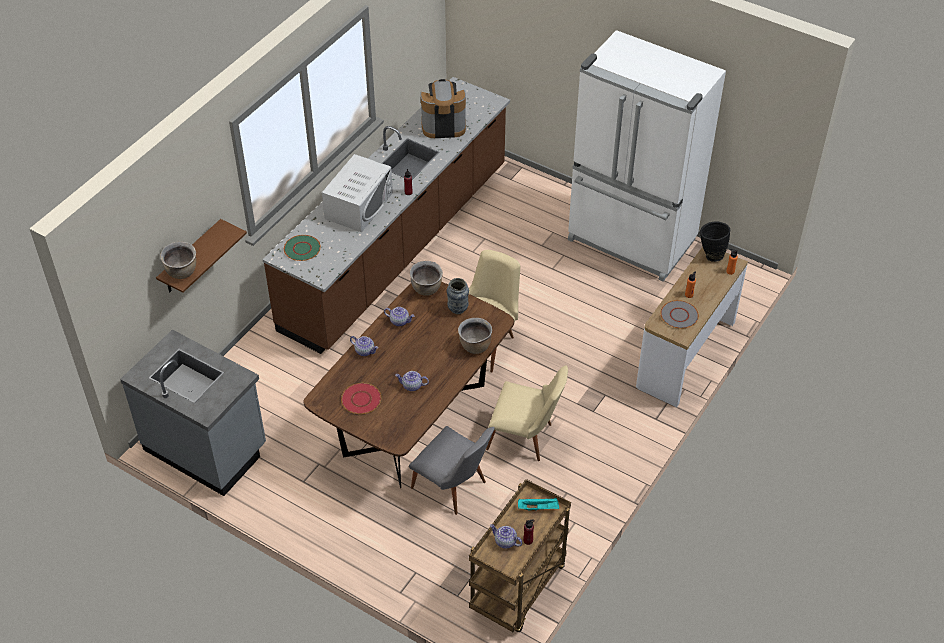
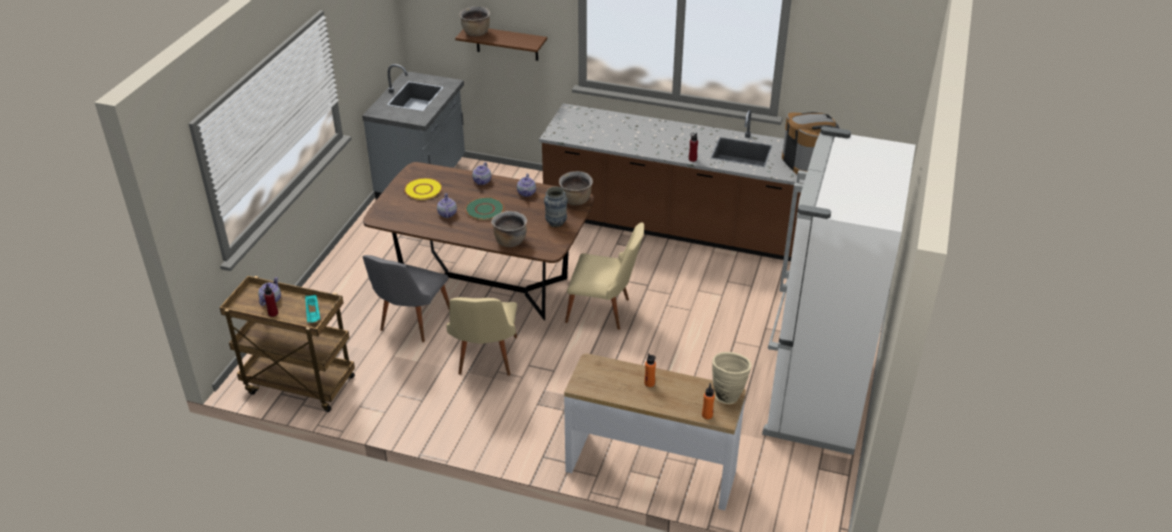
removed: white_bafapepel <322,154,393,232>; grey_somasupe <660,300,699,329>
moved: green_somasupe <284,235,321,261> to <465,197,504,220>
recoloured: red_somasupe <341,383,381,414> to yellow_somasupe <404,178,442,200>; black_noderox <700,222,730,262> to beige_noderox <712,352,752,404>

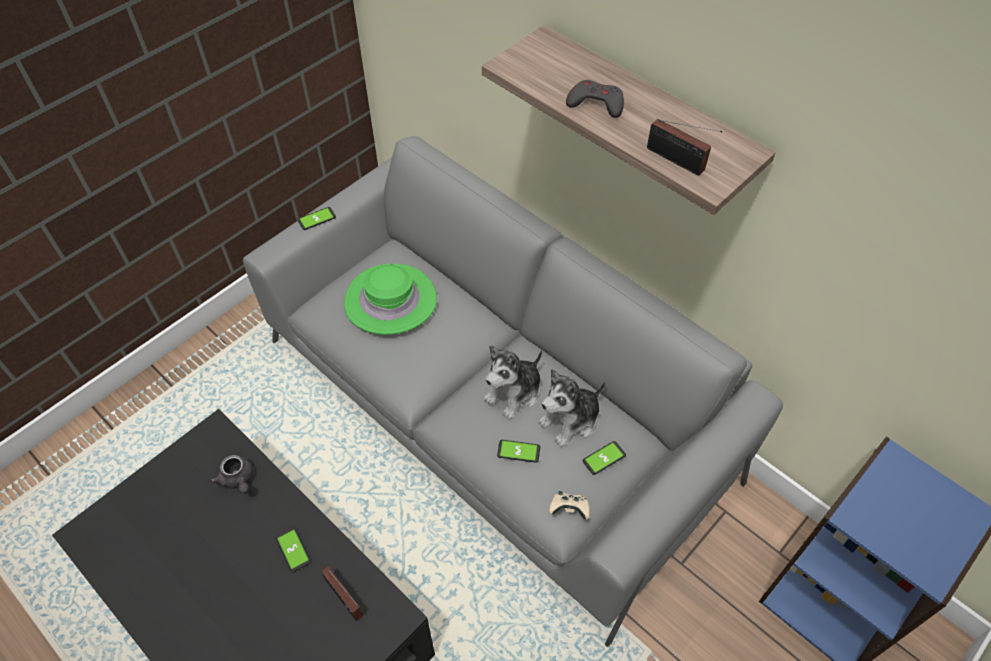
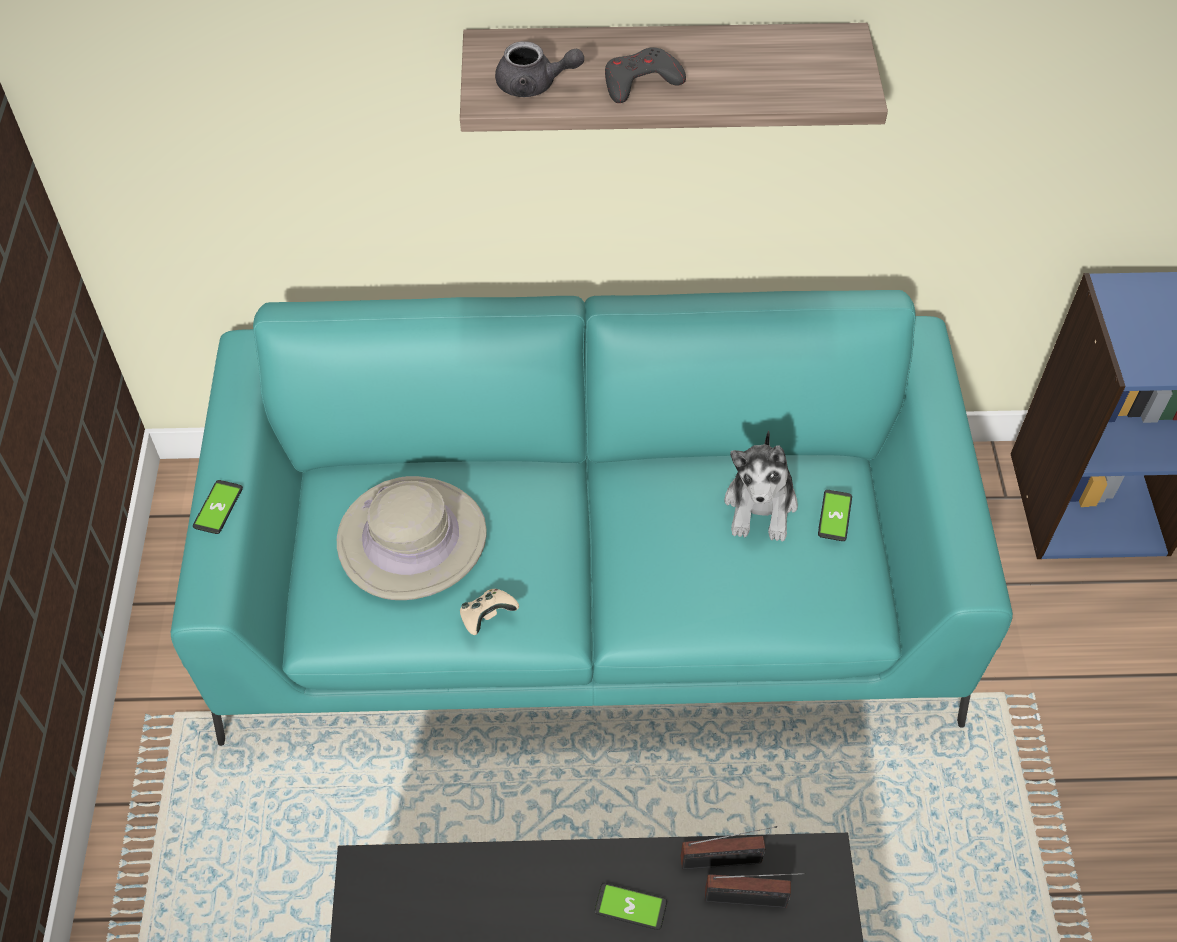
removed: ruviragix <483,345,542,420>; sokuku <497,440,540,463>
moved: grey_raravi <210,455,253,494> to <495,41,584,97>; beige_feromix <549,491,590,520> to <460,589,519,635>; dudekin <647,119,722,176> to <681,826,777,870>
recoloured: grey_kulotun <243,136,783,647> to turquoise_kulotun <171,290,1013,746>; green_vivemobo <344,263,437,335> to beige_vivemobo <337,476,487,600>

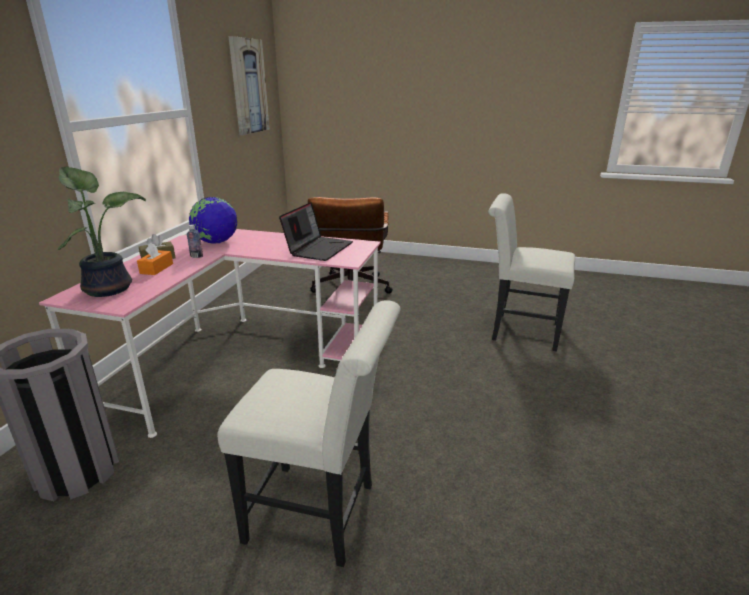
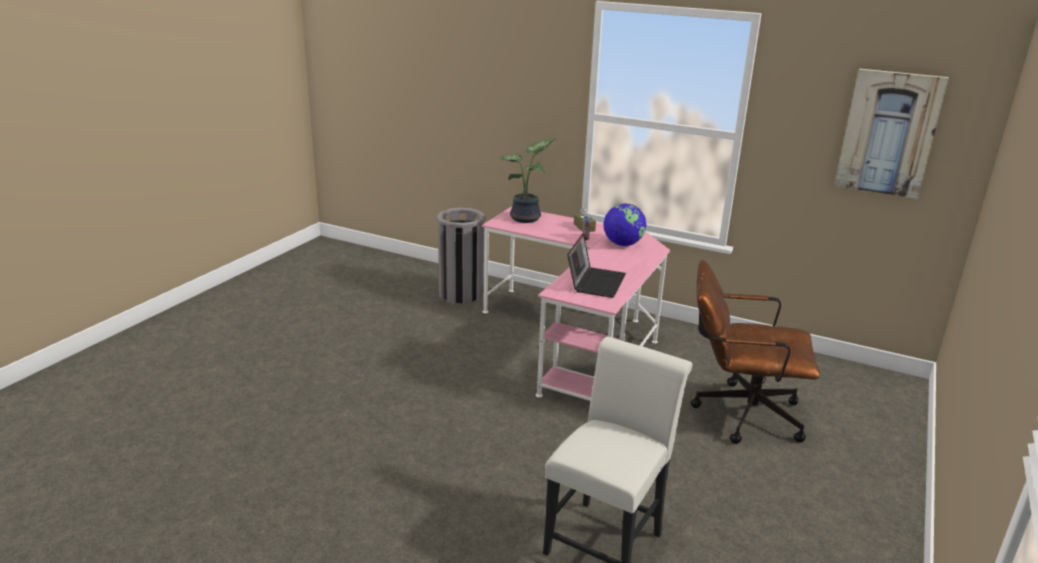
removed: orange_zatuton <137,243,173,275>; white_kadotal <217,300,401,567>
turned: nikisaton <279,202,353,261> = <567,233,626,298> 105 degrees counterclockwise

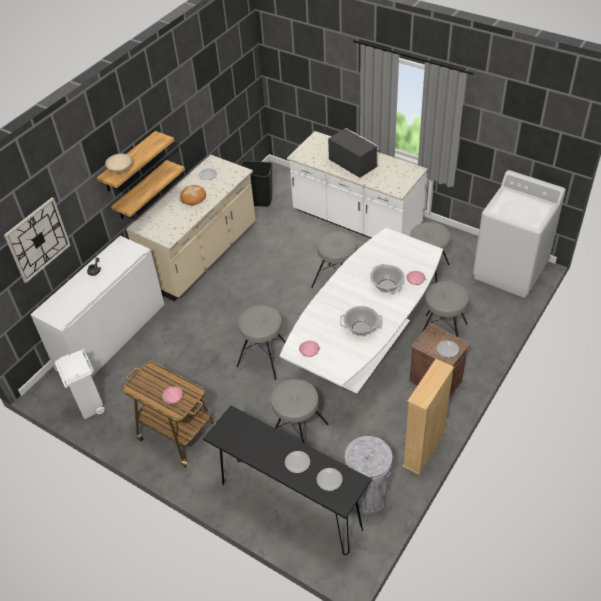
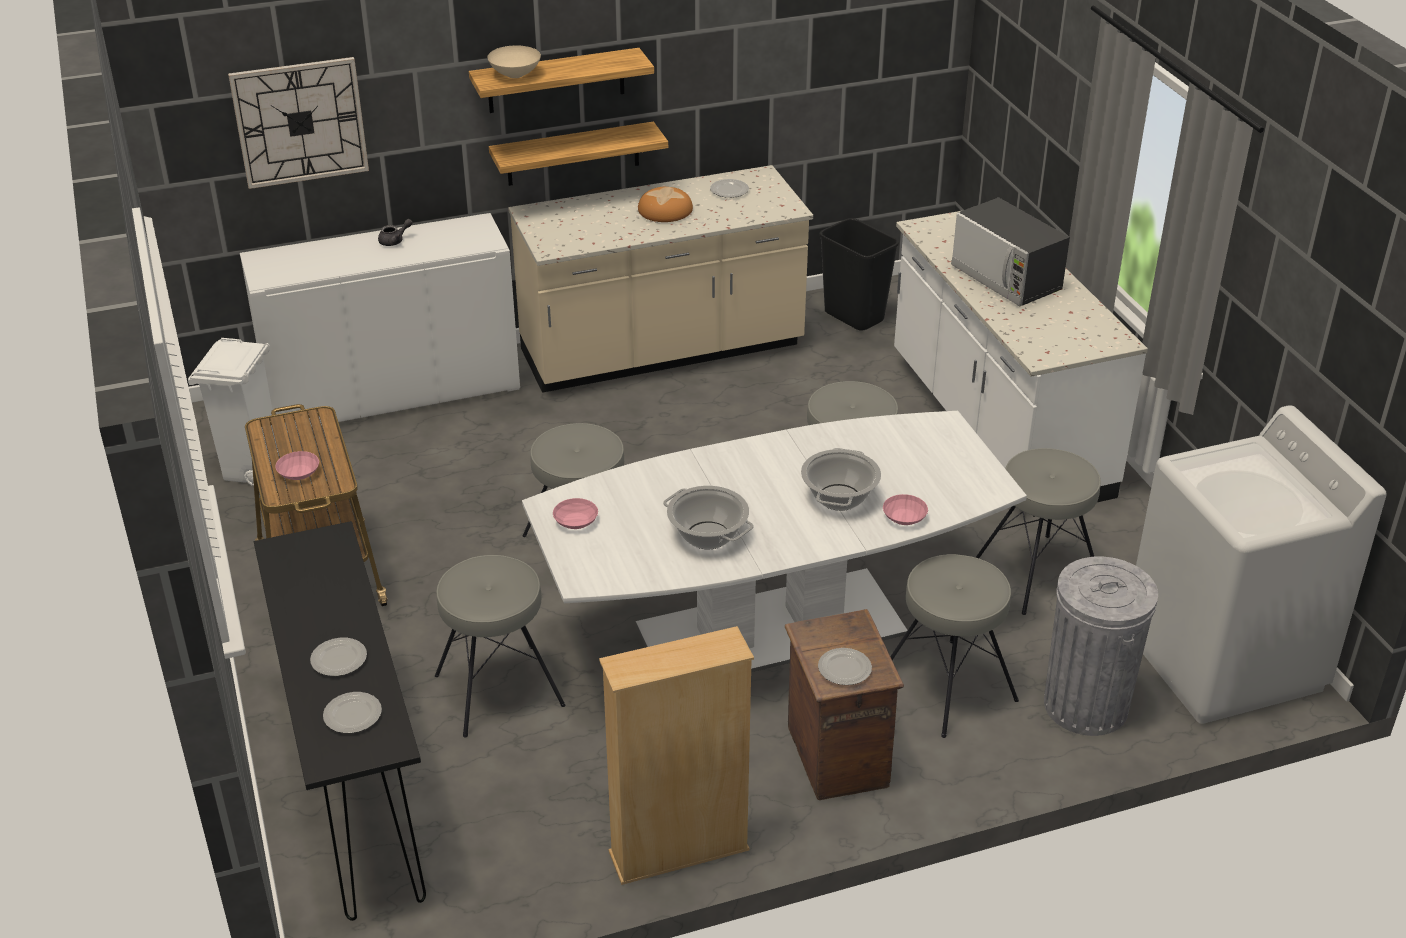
moved: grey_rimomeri <345,436,392,514> to <1044,556,1158,736>
turned: bafapepel <328,128,378,178> = <951,198,1070,306> 150 degrees clockwise

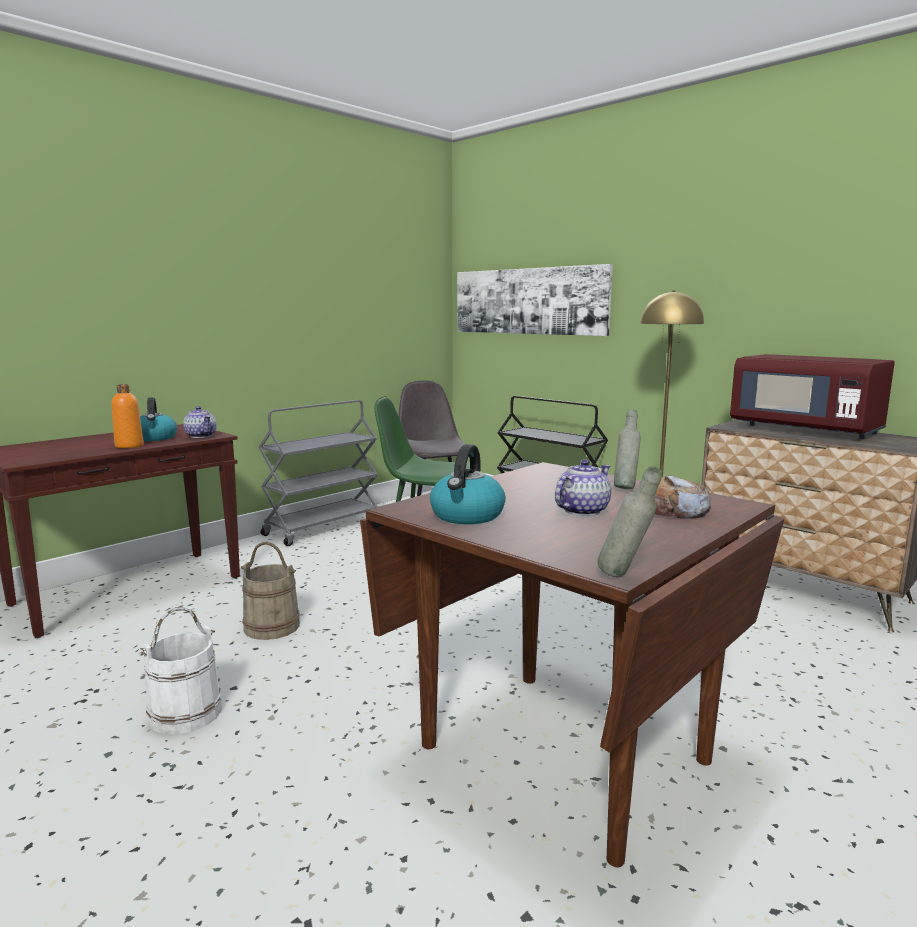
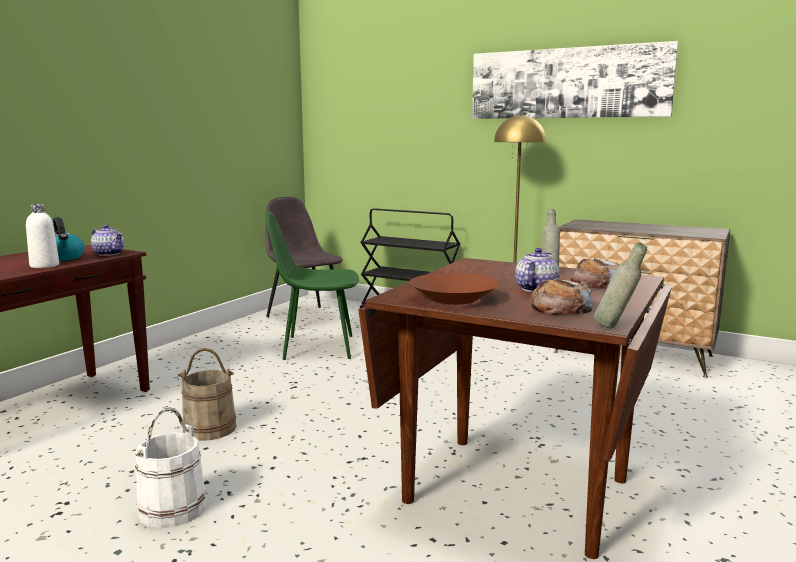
removed: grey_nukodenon <259,400,378,546>; red_bafapepel <730,354,895,439>
added: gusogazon <530,278,593,315>
moved: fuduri <457,264,613,336> to <472,41,679,119>
replaced: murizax <430,444,506,524> to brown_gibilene <409,273,499,305>
recoloured: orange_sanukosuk <111,384,144,448> to white_sanukosuk <26,204,59,268>

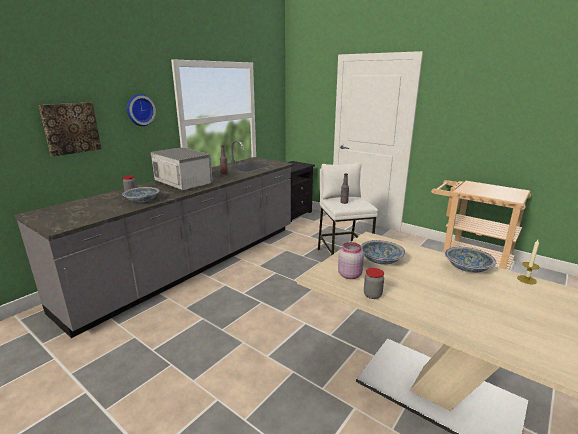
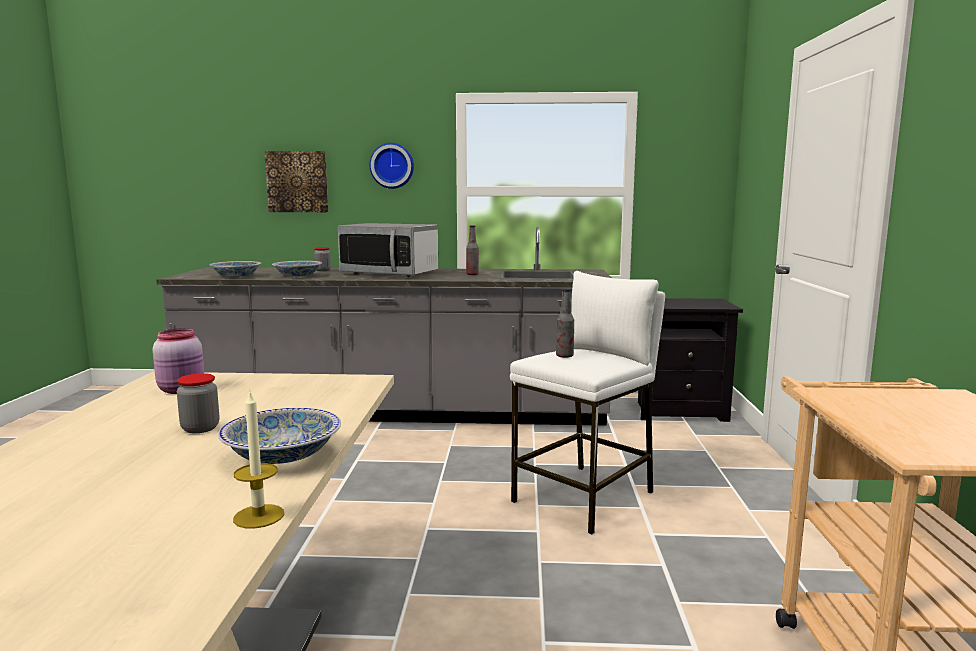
moved: gibilene <361,240,406,265> to <210,261,261,277>; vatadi <364,268,384,299> to <177,373,219,433>
turned: bafapepel <150,148,213,190> = <338,223,438,277> 105 degrees clockwise

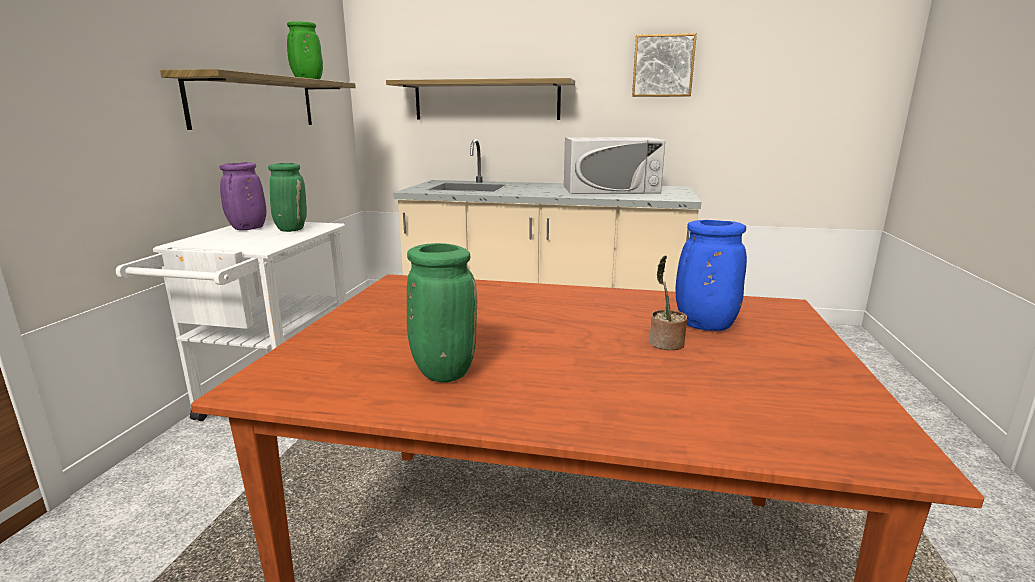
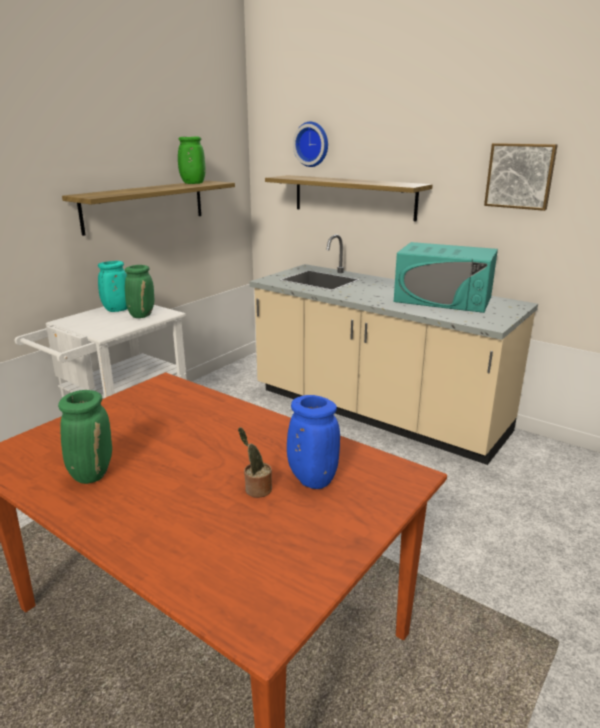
added: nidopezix <293,122,328,167>
recoloured: purple_noderox <219,162,267,230> to turquoise_noderox <98,261,127,312>; white_bafapepel <564,137,665,194> to turquoise_bafapepel <394,242,498,313>

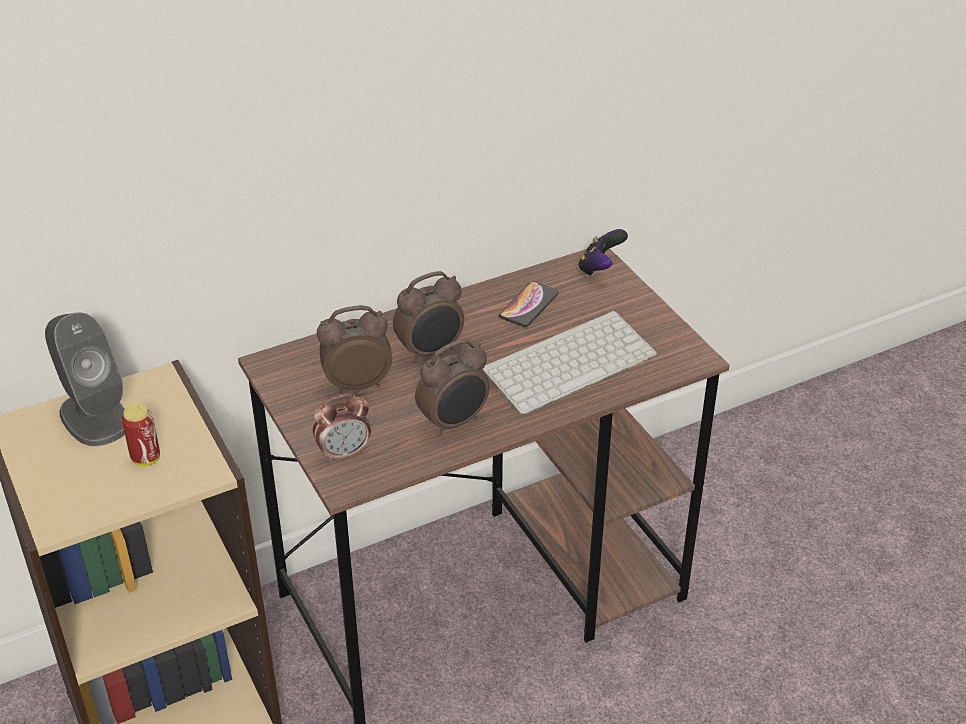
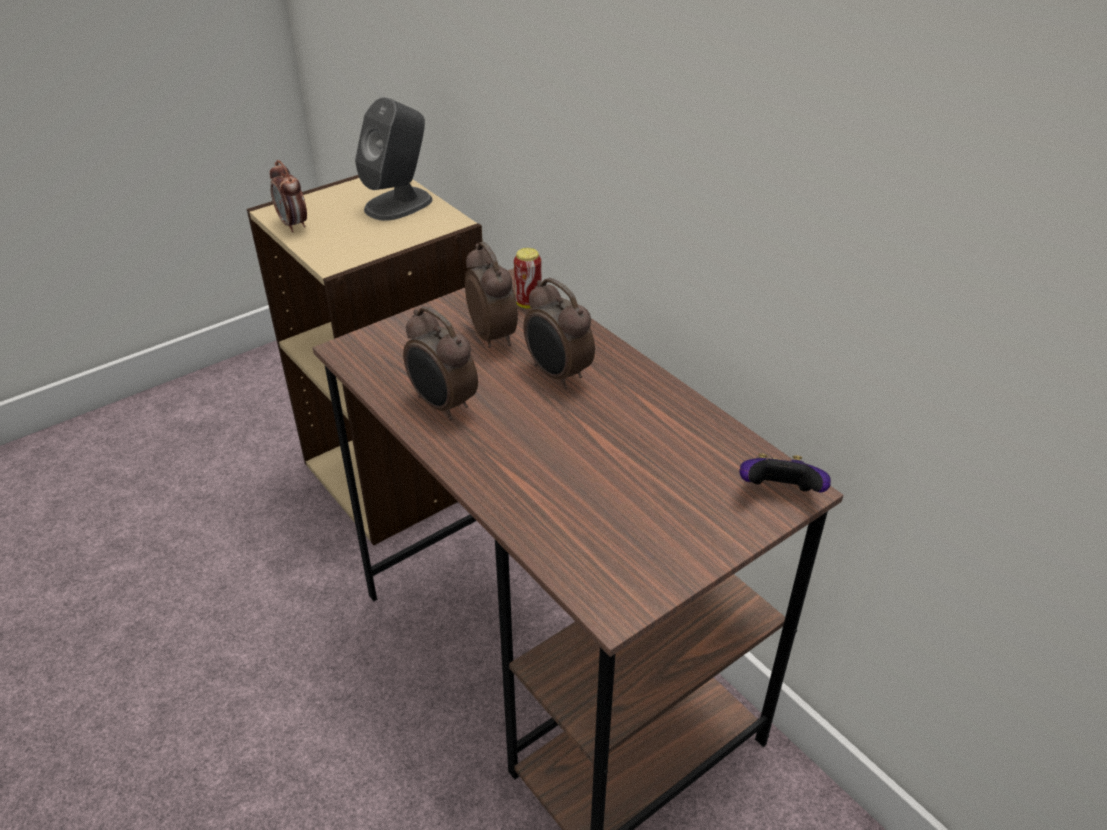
removed: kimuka <482,311,657,415>; sokuku <499,282,559,327>
moved: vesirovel <122,404,160,466> to <514,248,541,309>; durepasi <313,393,371,463> to <269,160,307,233>

